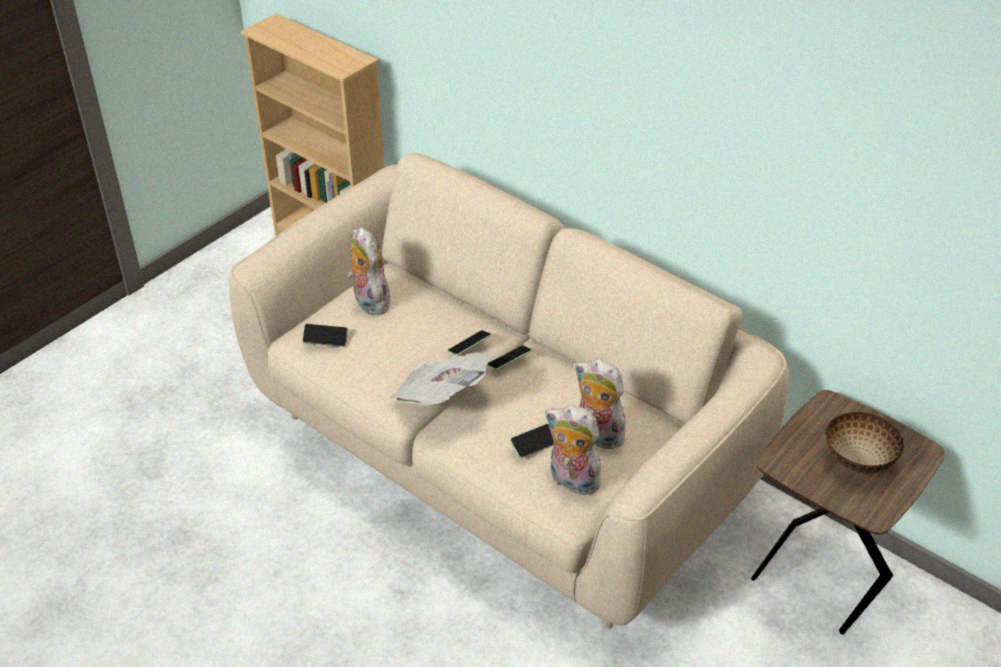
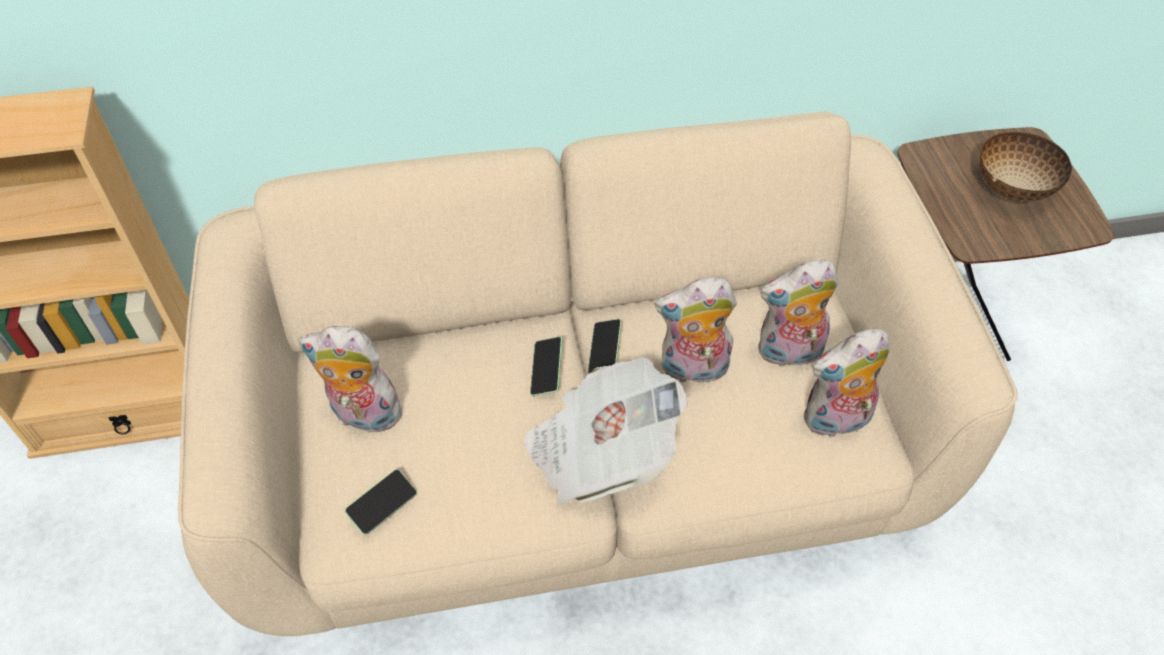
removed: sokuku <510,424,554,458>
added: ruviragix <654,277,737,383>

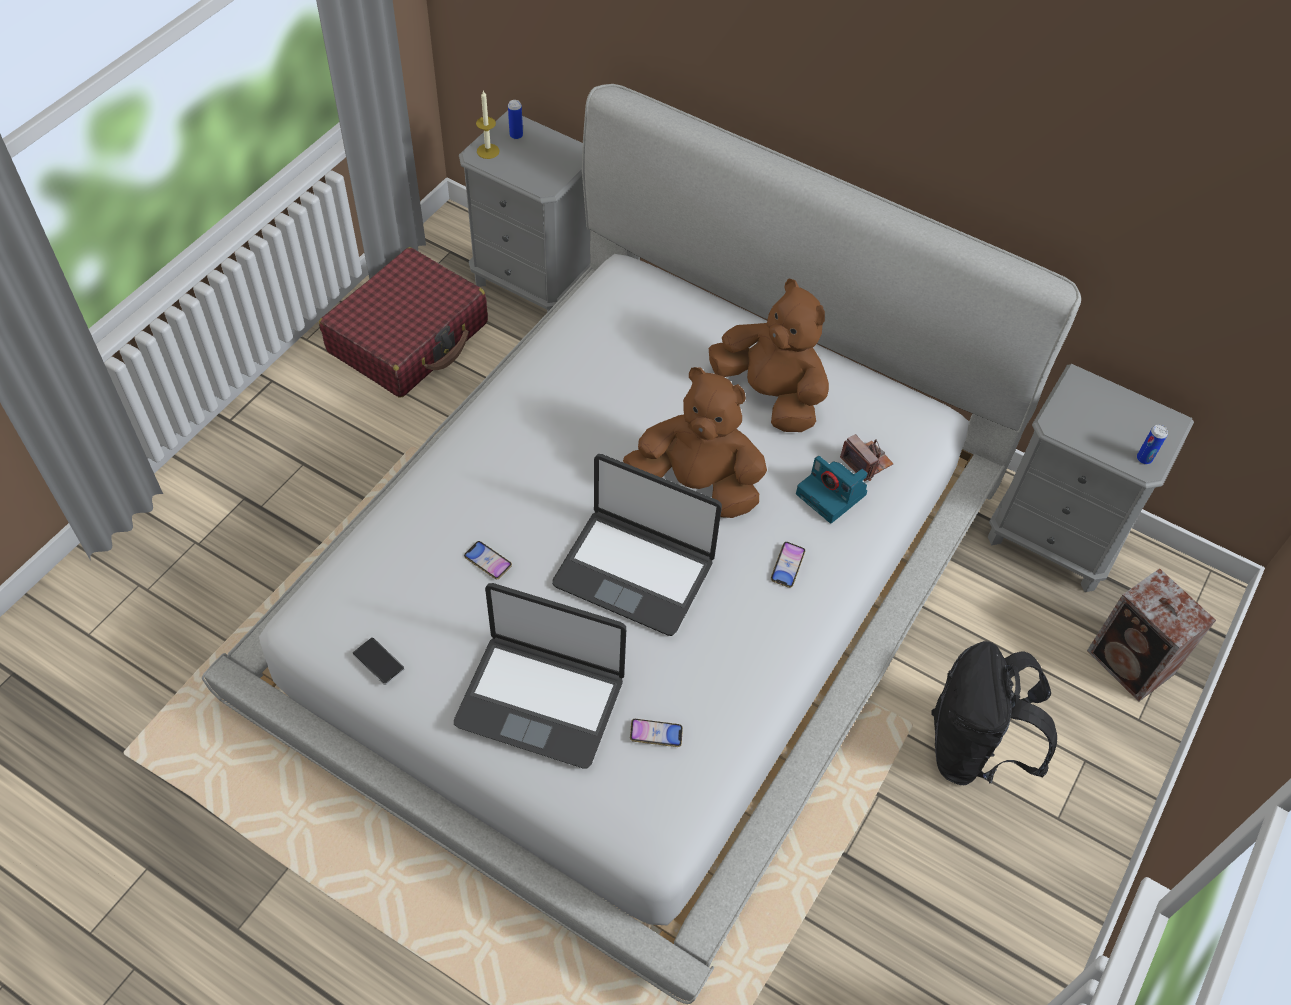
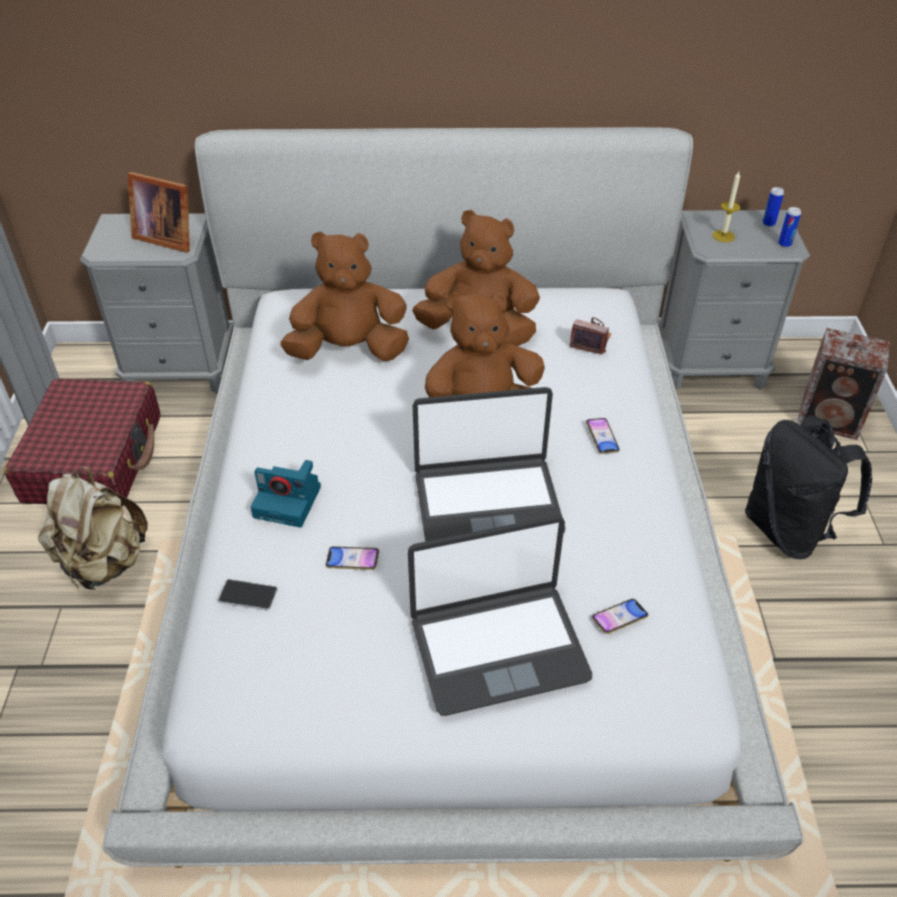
added: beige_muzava <38,467,148,590>; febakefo <127,172,190,253>; brown_ruviragix <281,231,409,361>
moved: sokuku <353,637,404,685> to <218,579,277,611>; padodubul <476,90,500,159> to <713,172,740,242>; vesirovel <508,100,523,140> to <762,187,784,227>; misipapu <796,456,868,523> to <251,460,321,527>

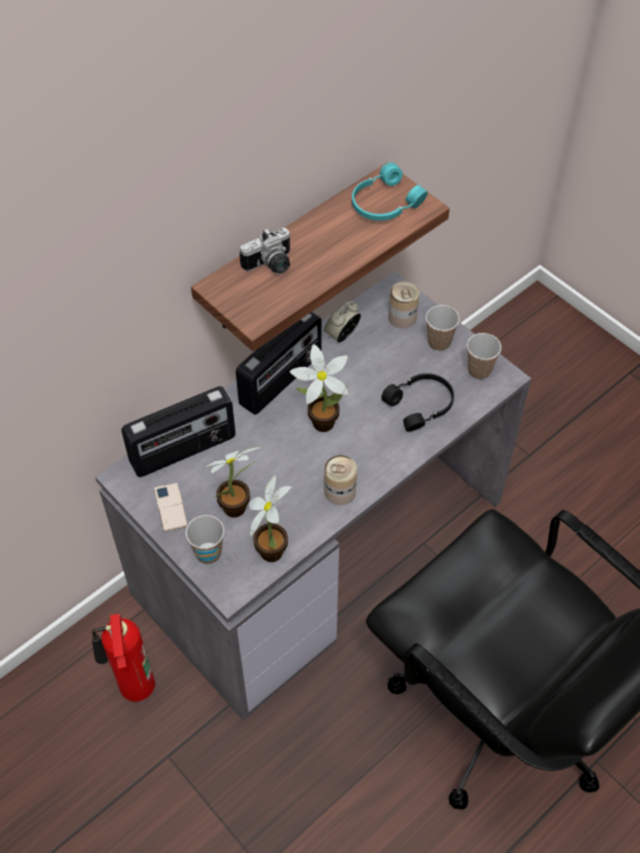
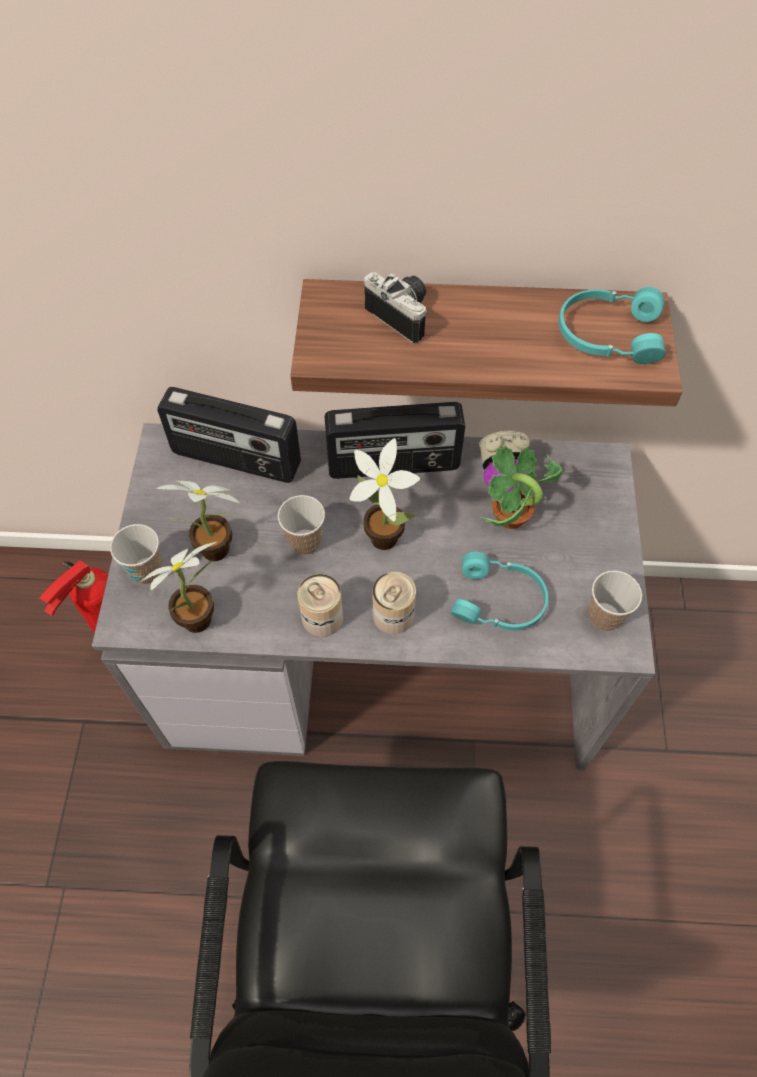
removed: sokuku <154,482,188,532>
added: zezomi <481,445,563,529>
moved: vesirovel <388,282,419,329> to <372,572,416,635>; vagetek <426,305,460,351> to <278,495,325,555>
recoloured: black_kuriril <381,373,454,431> to turquoise_kuriril <450,552,548,630>
turned: misipapu <239,228,290,274> = <364,272,427,343> 150 degrees counterclockwise

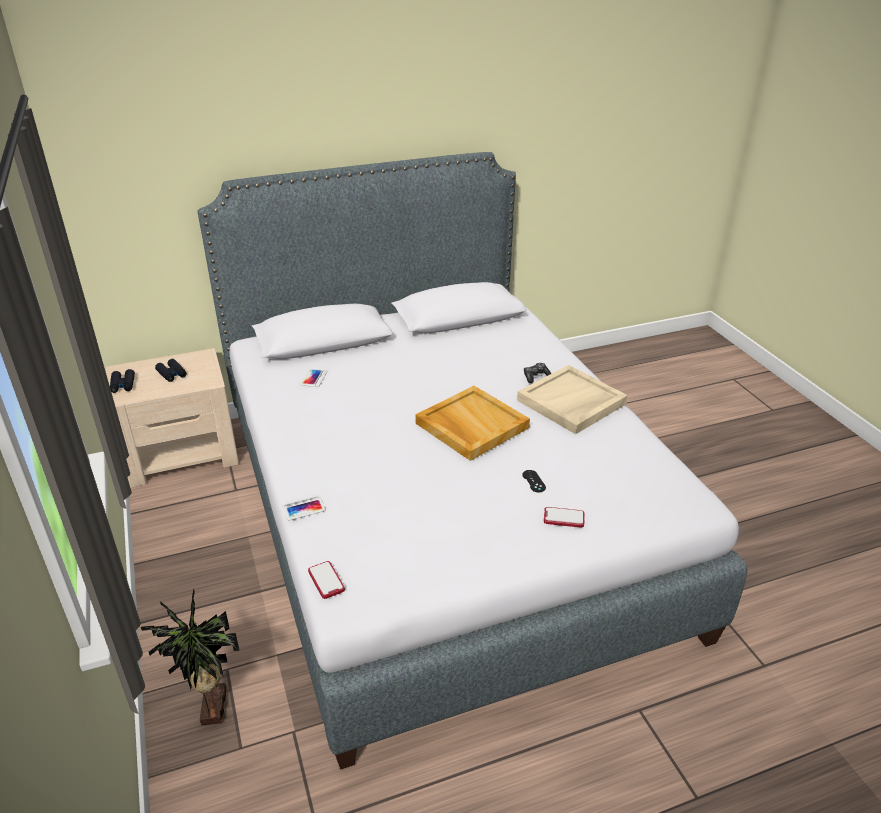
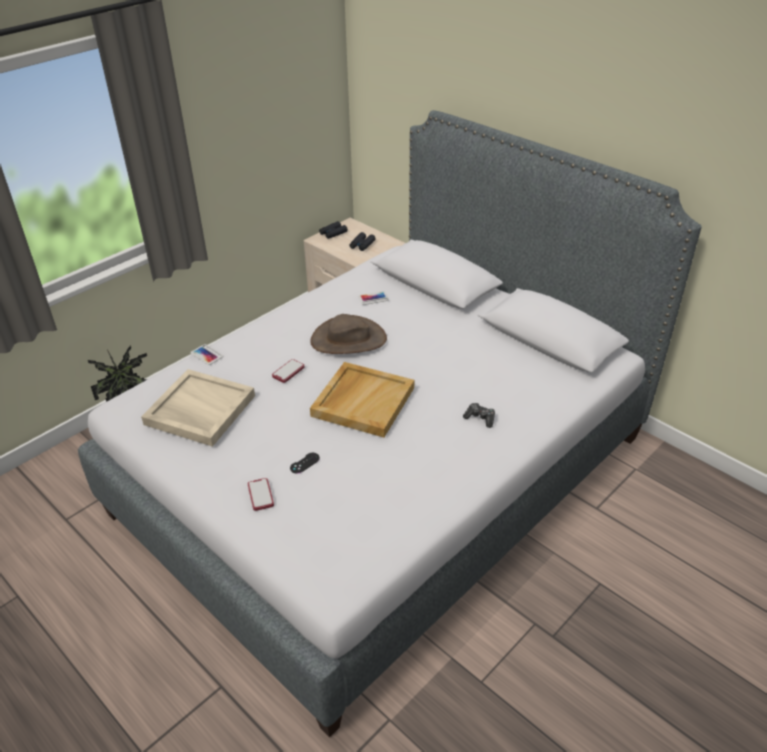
added: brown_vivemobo <310,314,387,354>
moved: sokuku <308,561,345,599> to <272,359,304,383>; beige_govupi <517,365,628,434> to <141,369,255,447>

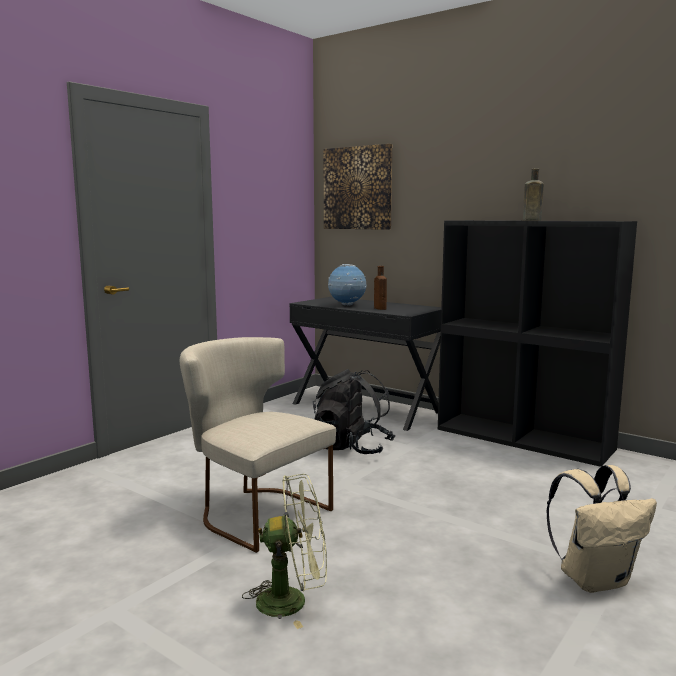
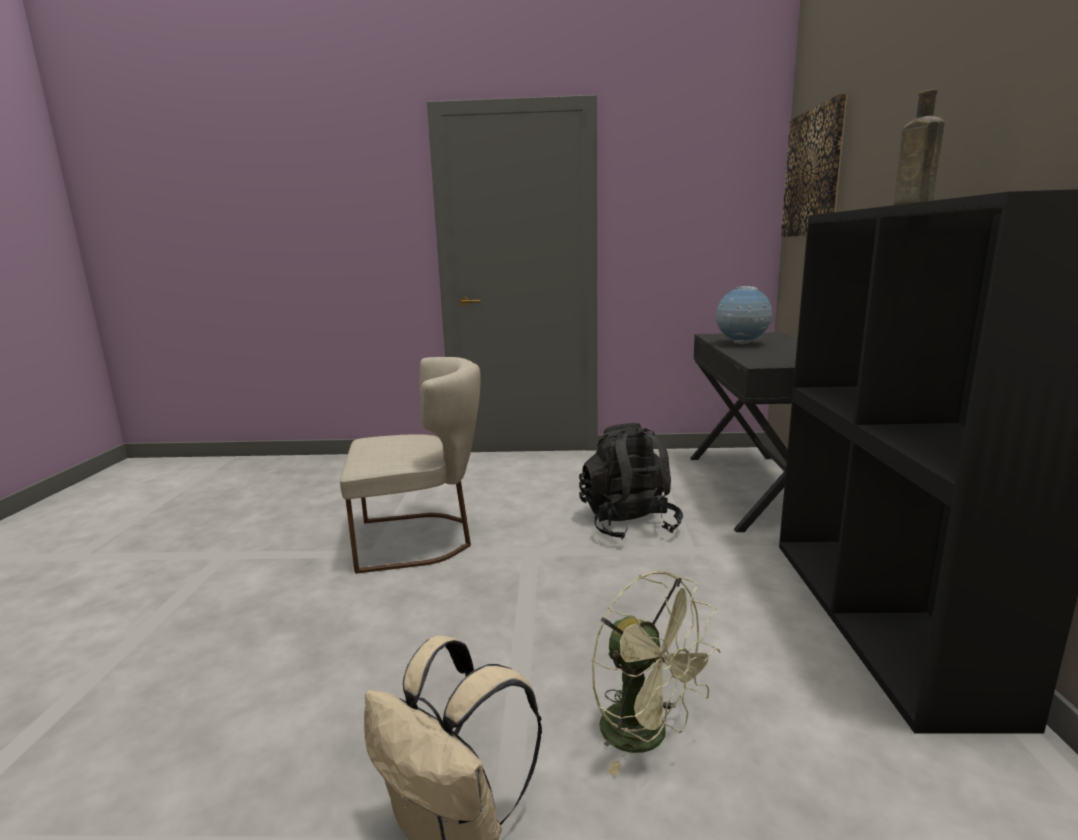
removed: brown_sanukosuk <374,266,387,310>
moved: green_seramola <242,474,327,629> to <592,571,720,776>
turned: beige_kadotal <180,337,336,553> = <340,357,481,574> 75 degrees clockwise

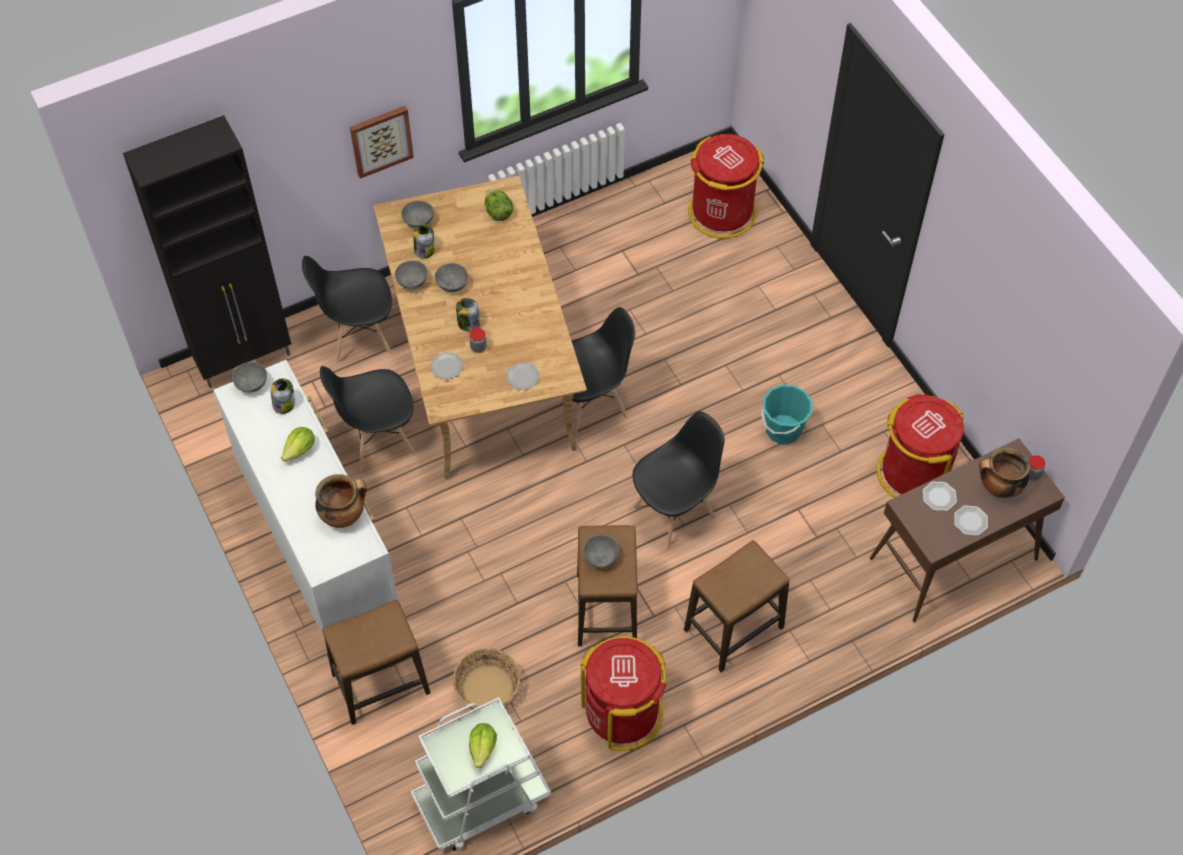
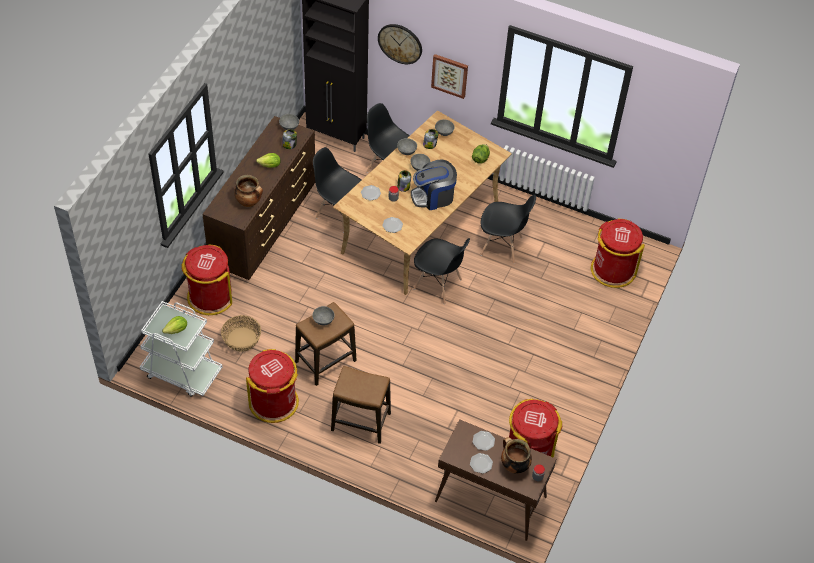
removed: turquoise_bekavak <761,384,813,444>
added: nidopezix <378,24,422,64>; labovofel <411,160,457,210>
moved: black_kadotal <633,411,725,548> to <480,194,536,264>
replaced: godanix <322,600,430,725> to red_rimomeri <181,244,232,315>
recoloured: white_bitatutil <213,360,399,637> to brown_bitatutil <202,116,315,280>

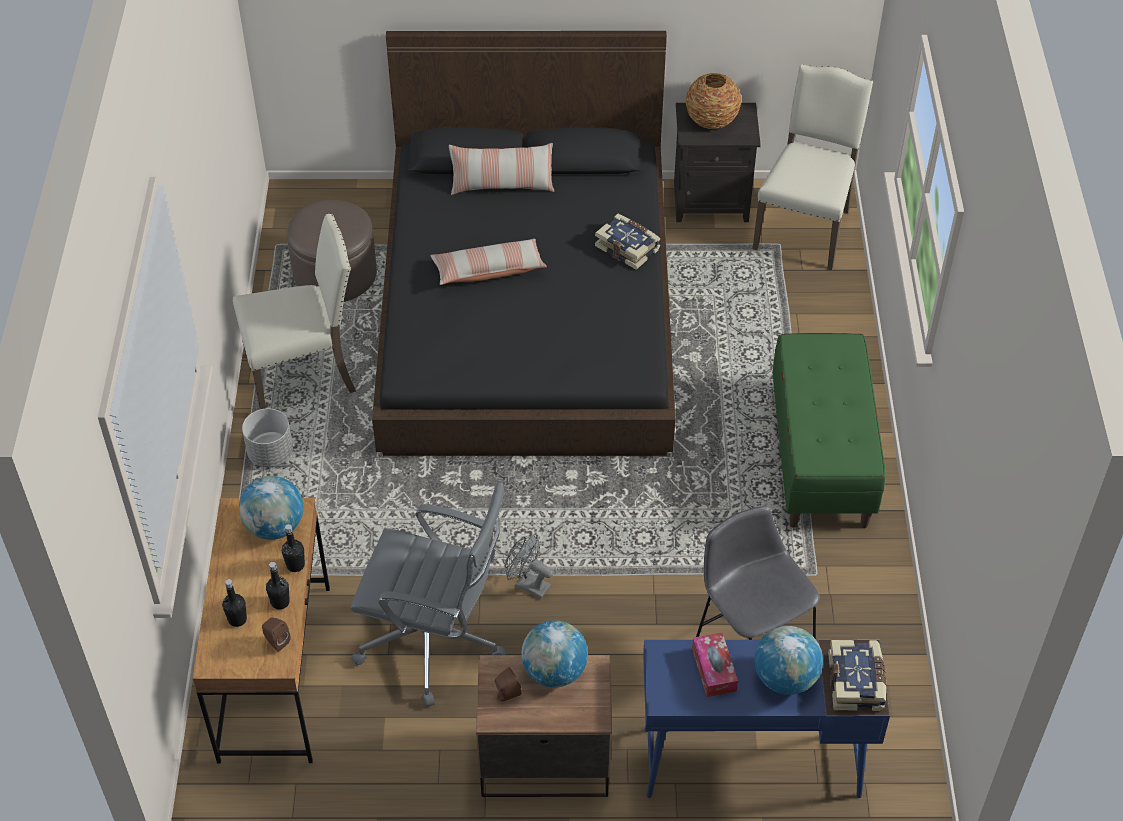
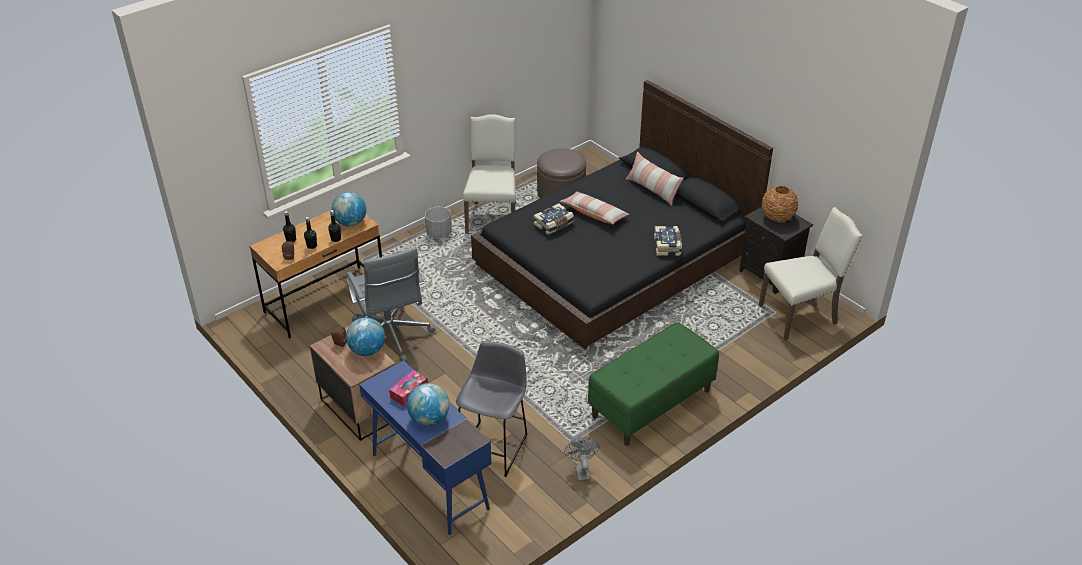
moved: grey_seramola <505,534,553,599> to <564,437,600,482>; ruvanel <828,640,886,711> to <534,203,574,235>
turned: beige_kadotal <233,214,356,409> = <463,114,516,234> 120 degrees counterclockwise

